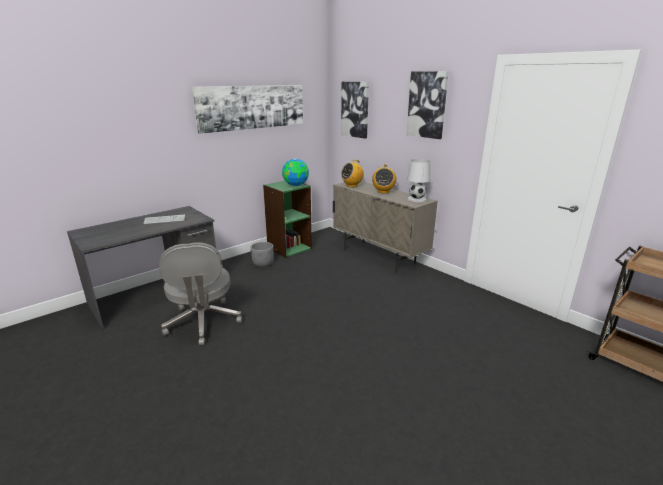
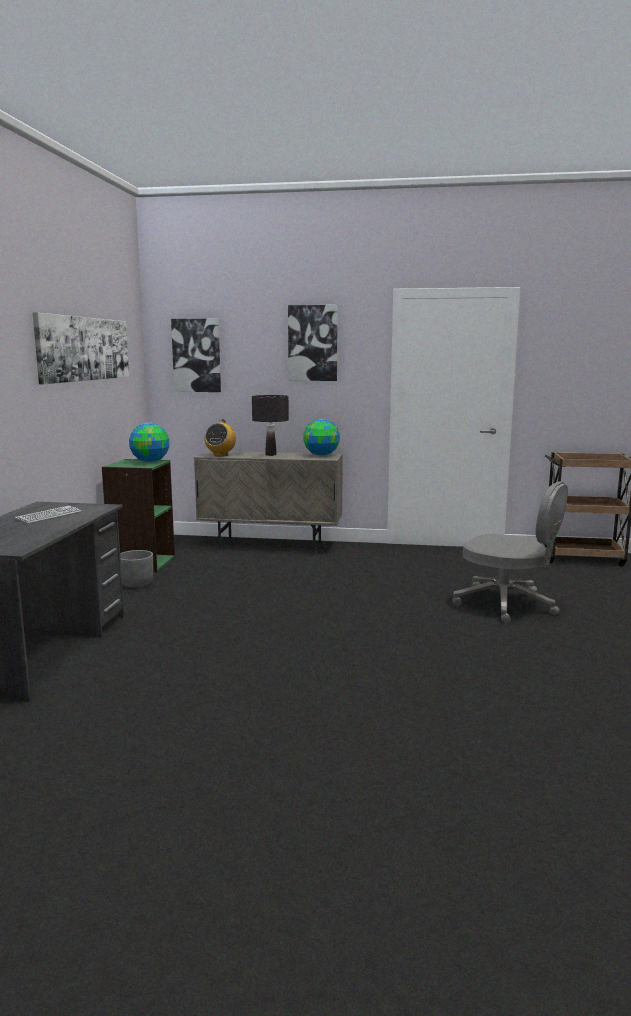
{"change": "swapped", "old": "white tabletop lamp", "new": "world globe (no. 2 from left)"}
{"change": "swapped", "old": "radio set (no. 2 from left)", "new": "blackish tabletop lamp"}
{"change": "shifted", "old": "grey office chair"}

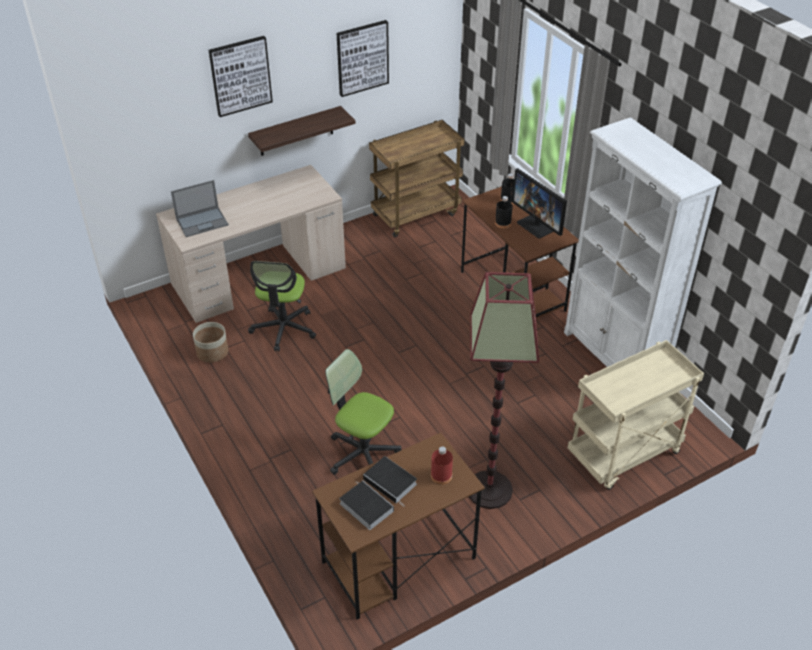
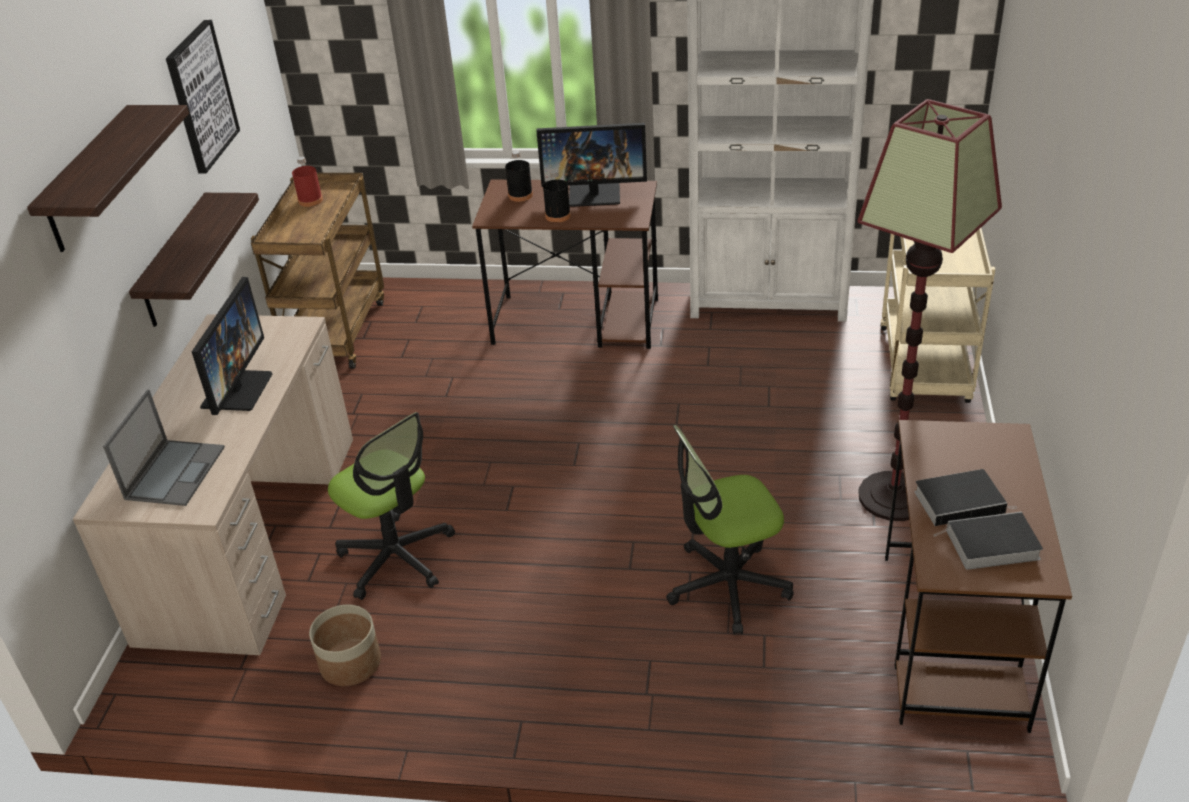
{"change": "swapped", "old": "wall picture (no. 1 from left)", "new": "bracket shelf (no. 1 from left)"}
{"change": "shifted", "old": "reddish beverage bottle"}
{"change": "new", "new": "computer screen (no. 1 from left)"}

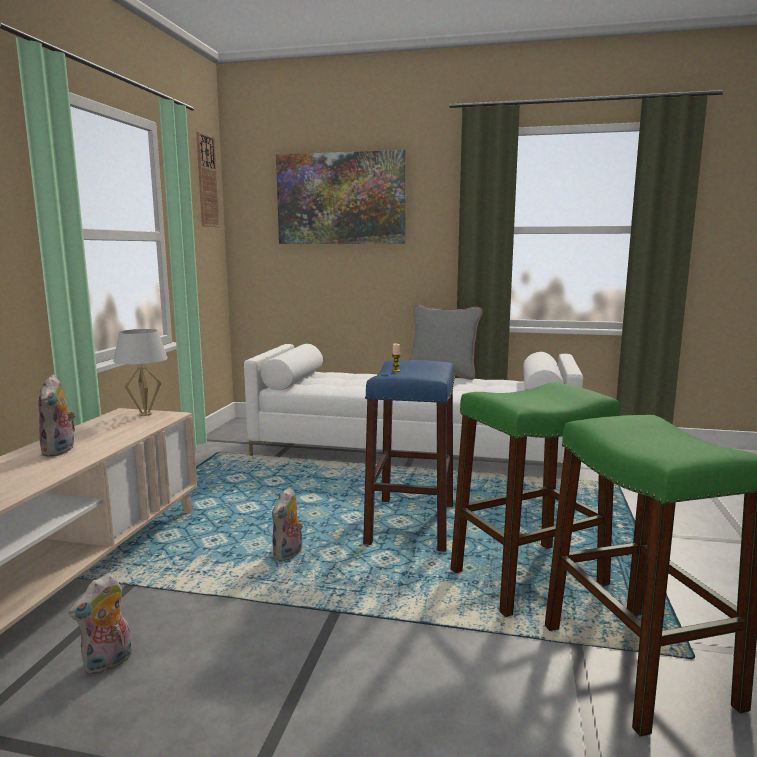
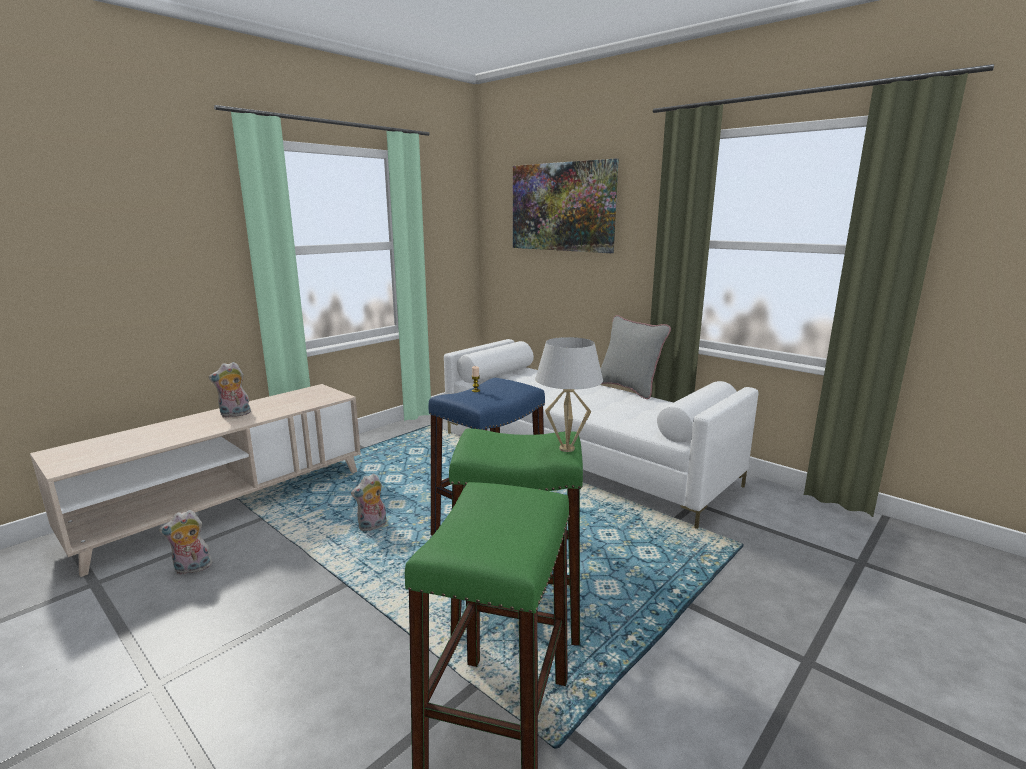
{"change": "gone", "old": "hanging clock"}
{"change": "shifted", "old": "white tabletop lamp"}
{"change": "rotated", "old": "soft toy (no. 1 from left in the first image)", "degrees": 45}

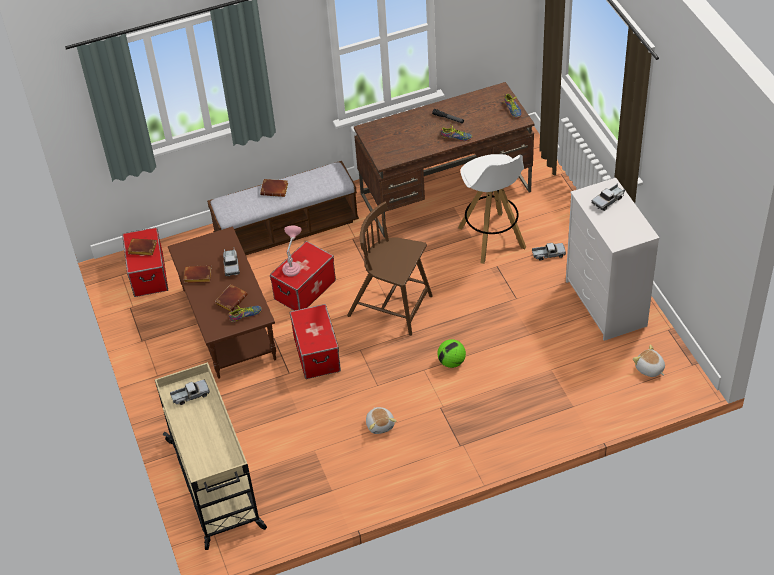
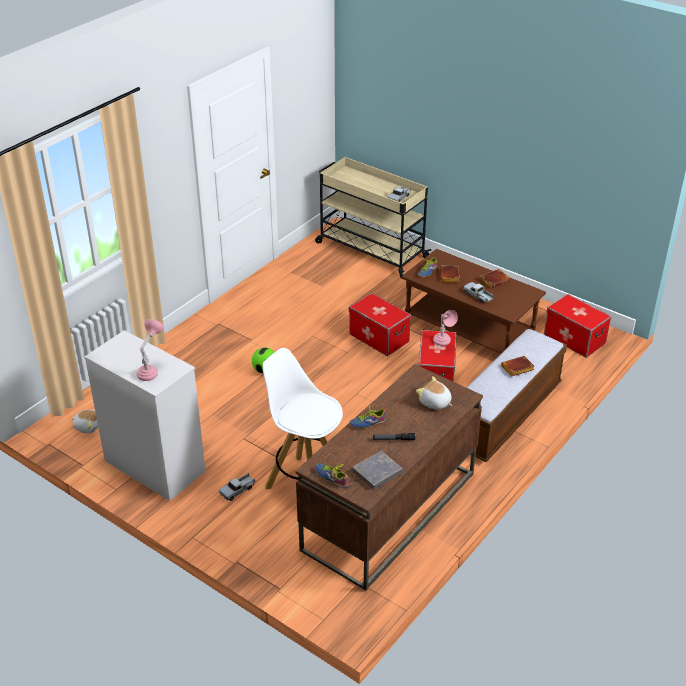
{"change": "swapped", "old": "model truck (no. 4 from left)", "new": "pinkish tabletop lamp (no. 1 from left)"}
{"change": "gone", "old": "brownish plain chair"}
{"change": "gone", "old": "brownish book (no. 1 from left)"}
{"change": "shifted", "old": "soft toy (no. 1 from left in the first image)", "new": "soft toy (no. 2 from left)"}
{"change": "new", "new": "grey book"}

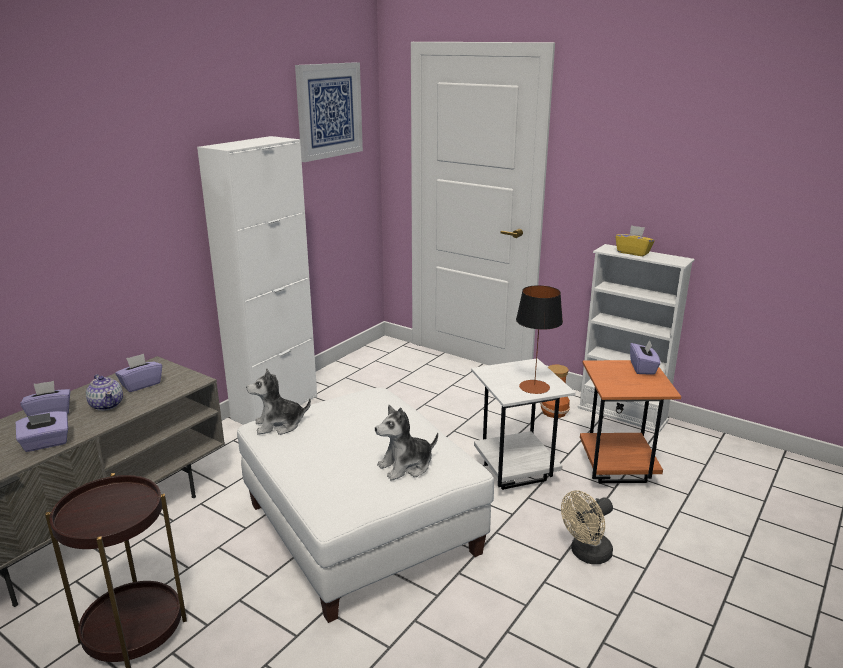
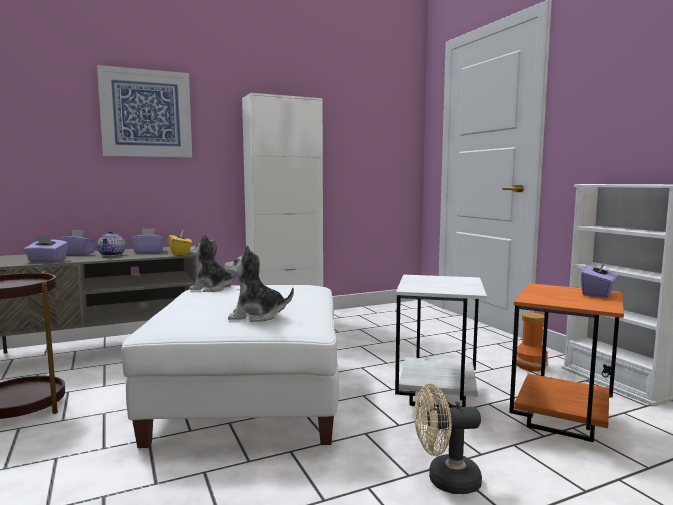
{"change": "shifted", "old": "wall picture"}
{"change": "shifted", "old": "yellowish tissue holder"}
{"change": "gone", "old": "tabletop lamp"}

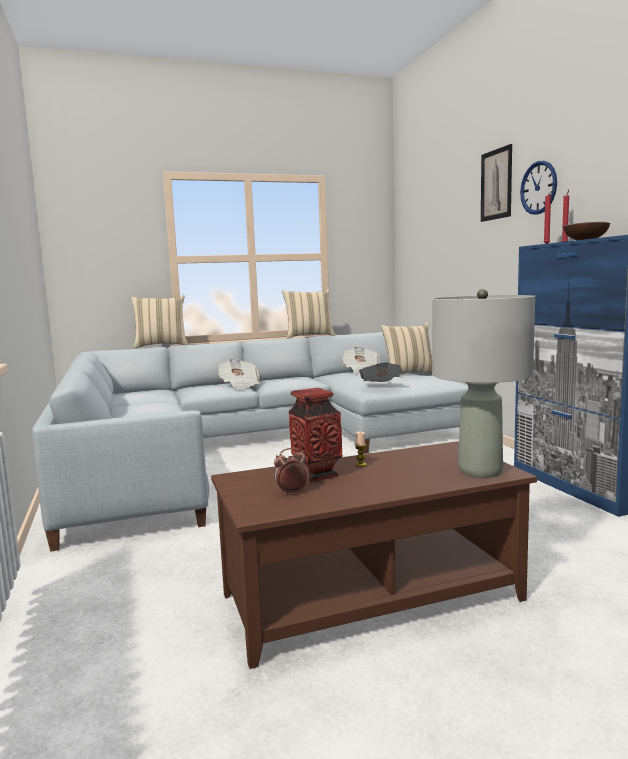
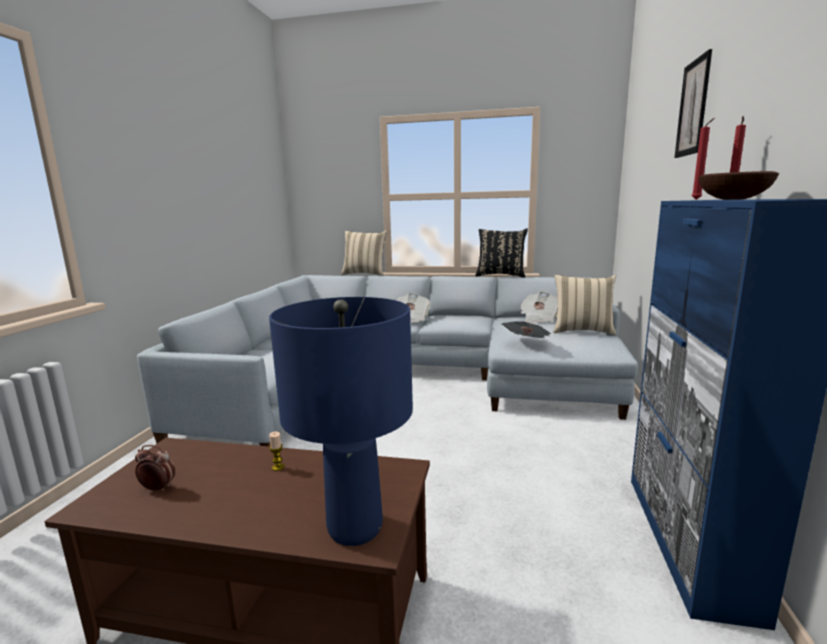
{"change": "gone", "old": "hanging clock"}
{"change": "repainted", "old": "beige-coloured cushion (no. 2 from left)", "new": "blackish cushion"}
{"change": "repainted", "old": "grey tabletop lamp", "new": "blue tabletop lamp"}
{"change": "gone", "old": "flower vase"}

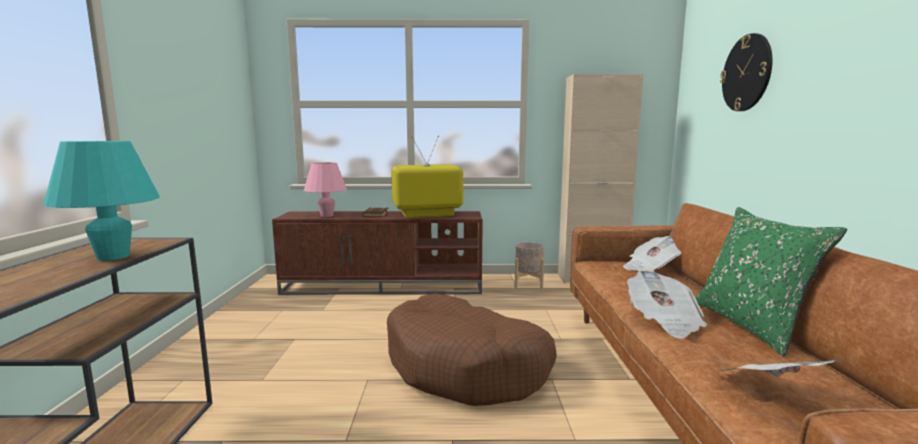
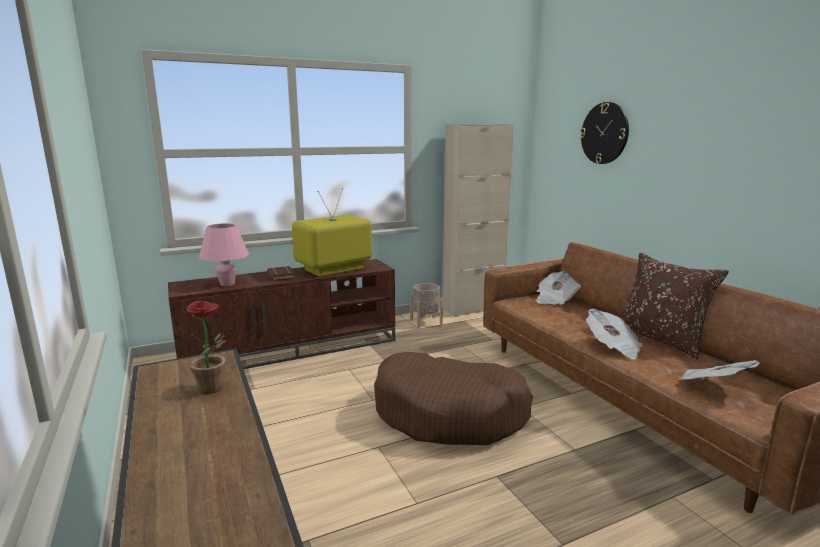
{"change": "swapped", "old": "blue-green tabletop lamp", "new": "plant in a pot"}
{"change": "repainted", "old": "greenish cushion", "new": "brownish cushion"}

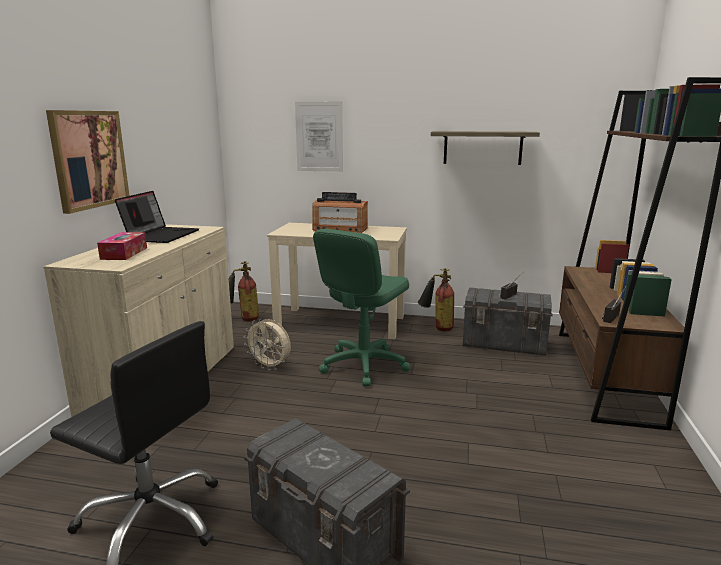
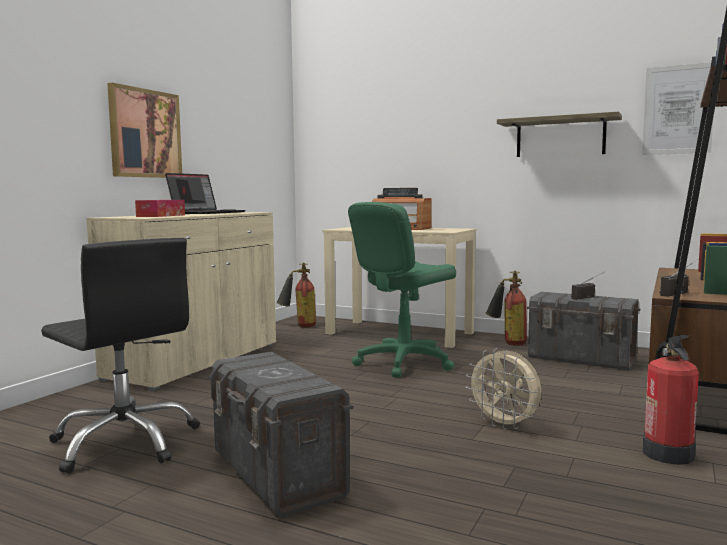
{"change": "shifted", "old": "wall picture (no. 2 from left)"}
{"change": "shifted", "old": "beige-coloured cooling fan"}
{"change": "new", "new": "extinguisher (no. 3 from left)"}

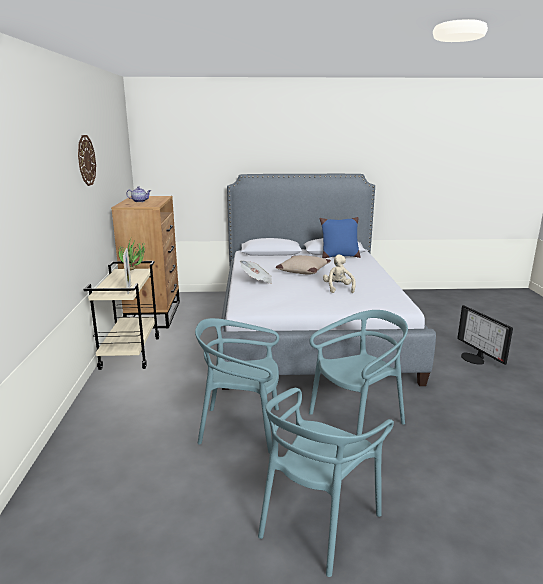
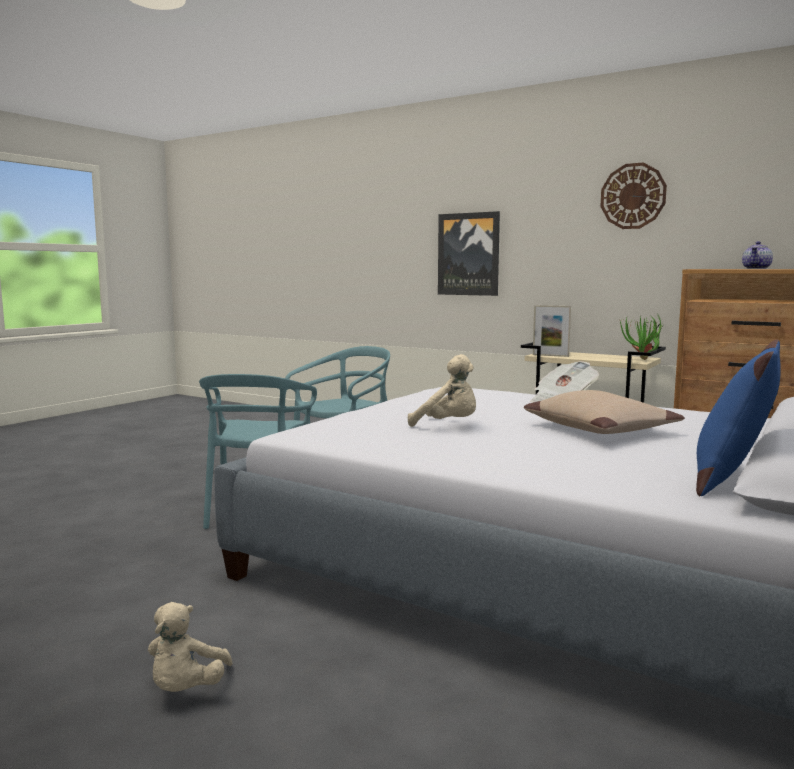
{"change": "swapped", "old": "computer screen", "new": "beige-coloured soft toy (no. 1 from left)"}
{"change": "gone", "old": "blue-green plain chair (no. 2 from left)"}
{"change": "new", "new": "wall picture"}

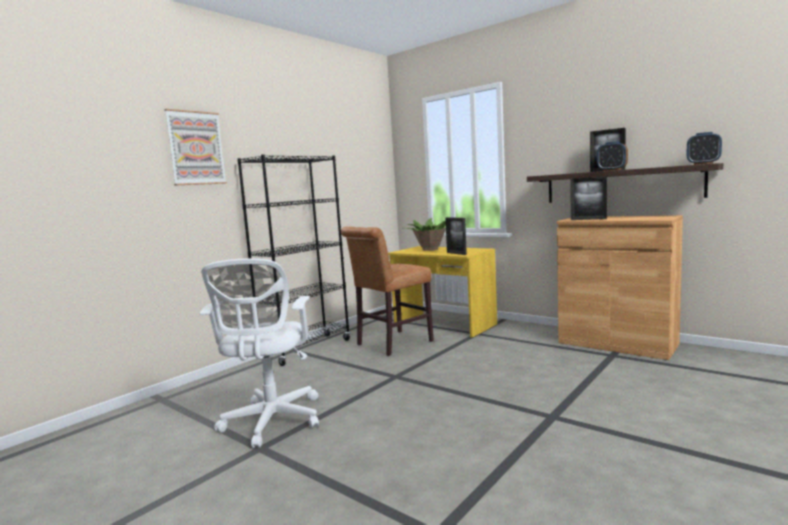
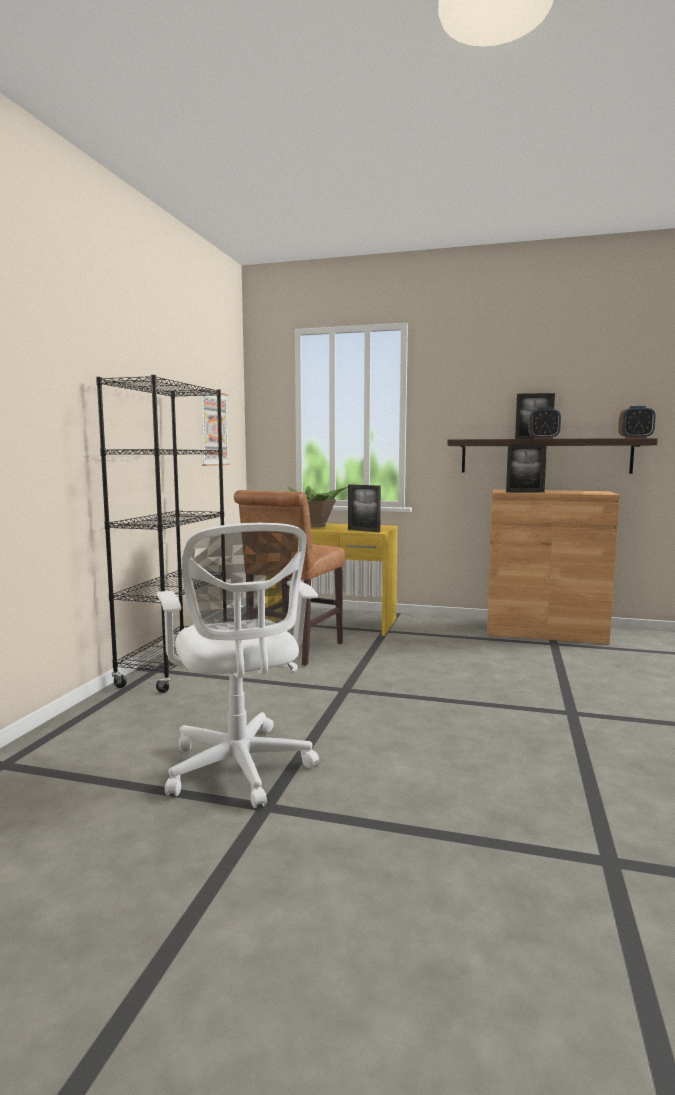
{"change": "shifted", "old": "wall picture"}

